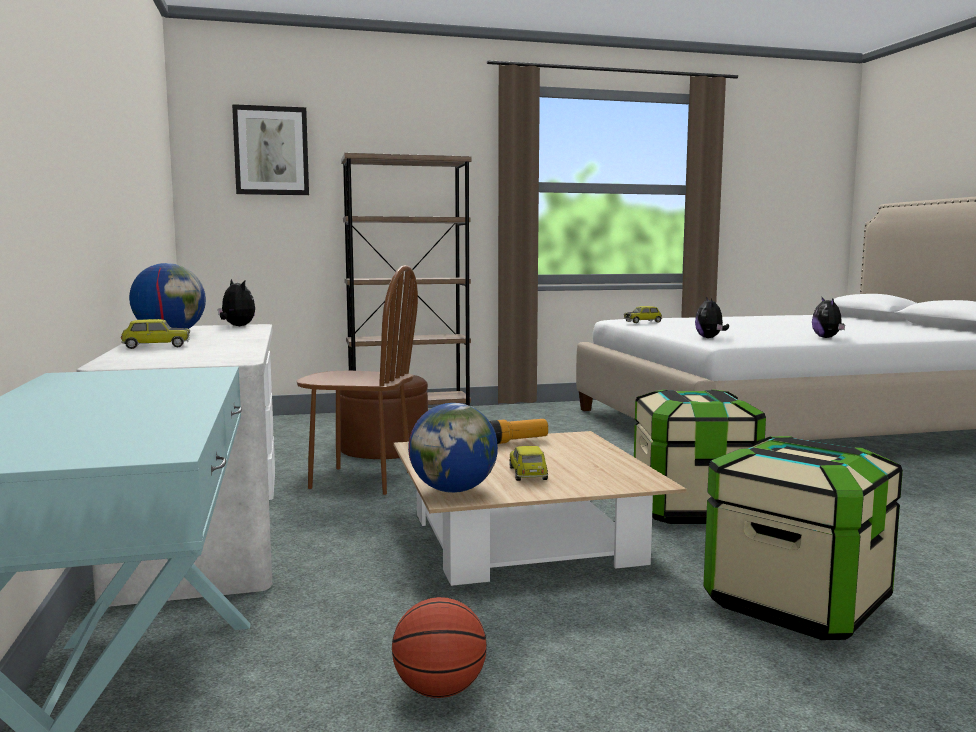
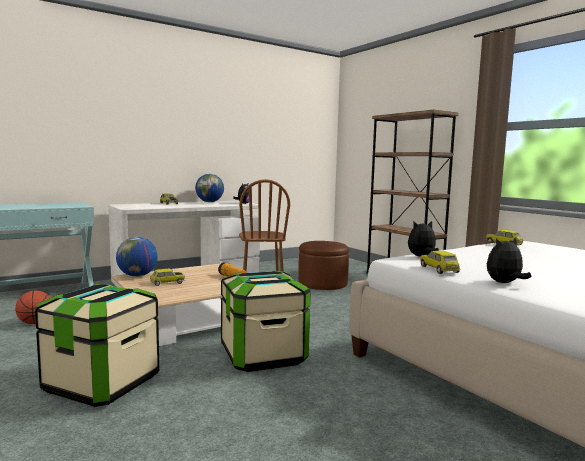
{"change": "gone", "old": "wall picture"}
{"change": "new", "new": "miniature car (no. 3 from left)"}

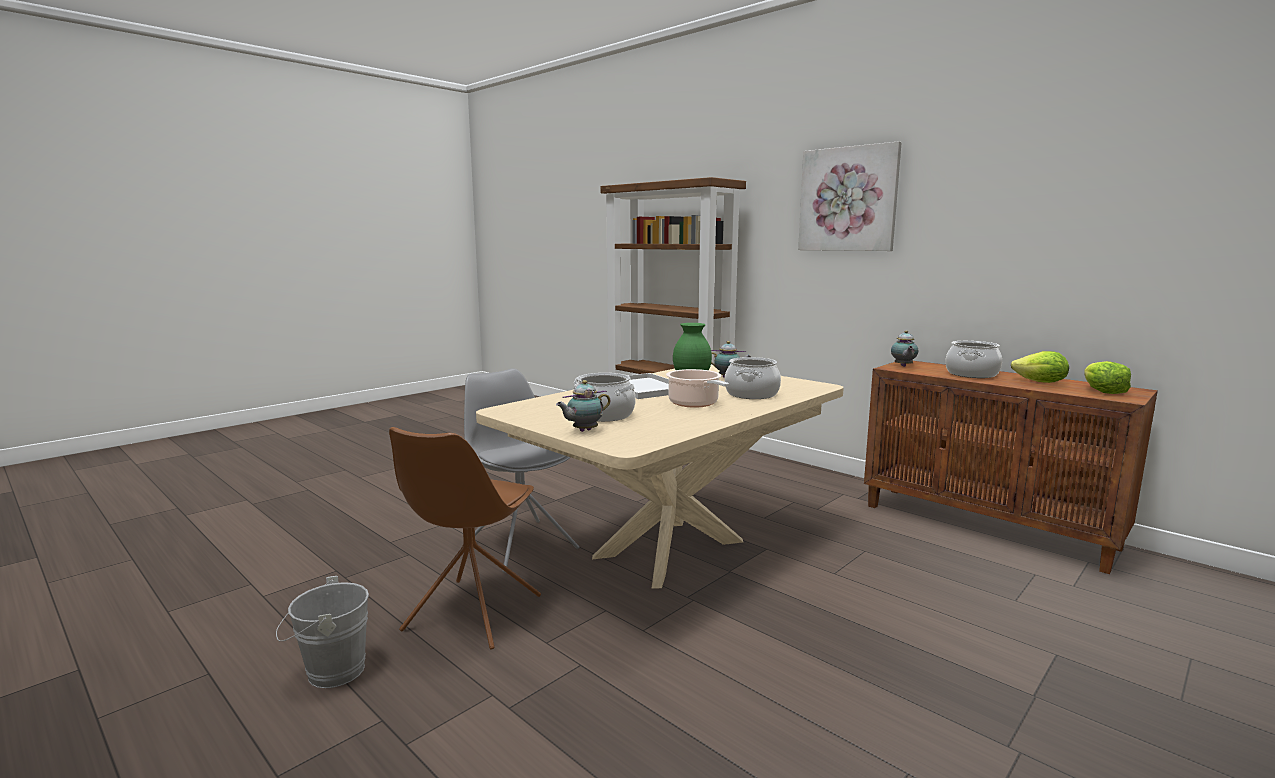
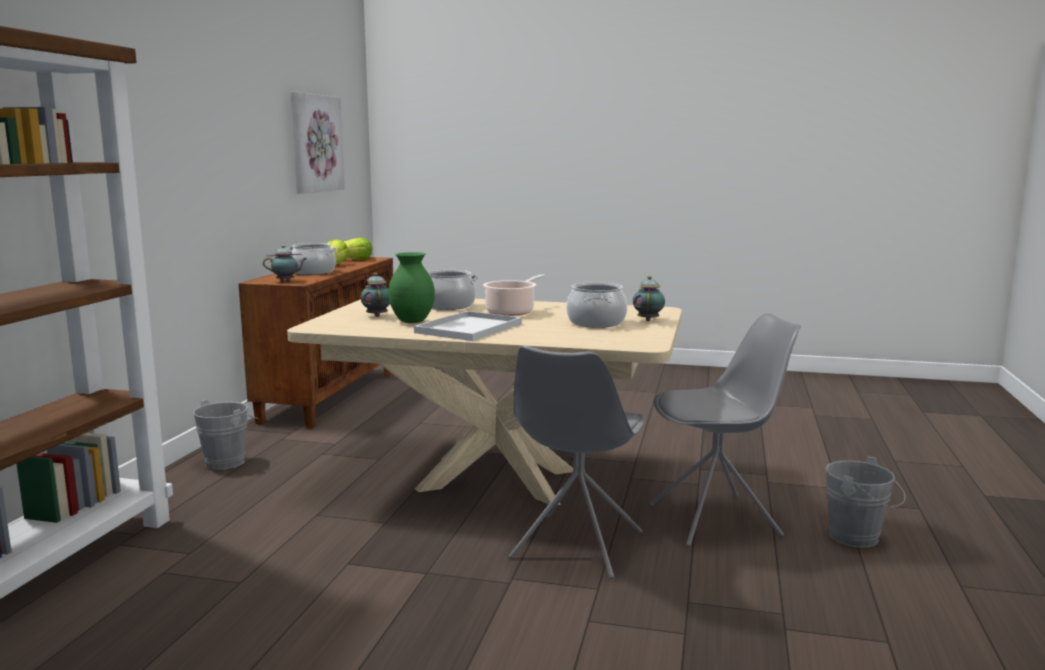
{"change": "shifted", "old": "wall picture"}
{"change": "rotated", "old": "tea pot (no. 1 from left in the first image)", "degrees": -105}
{"change": "repainted", "old": "brownish plain chair", "new": "grey plain chair (no. 2 from left)"}
{"change": "new", "new": "grey water bucket (no. 1 from left)"}

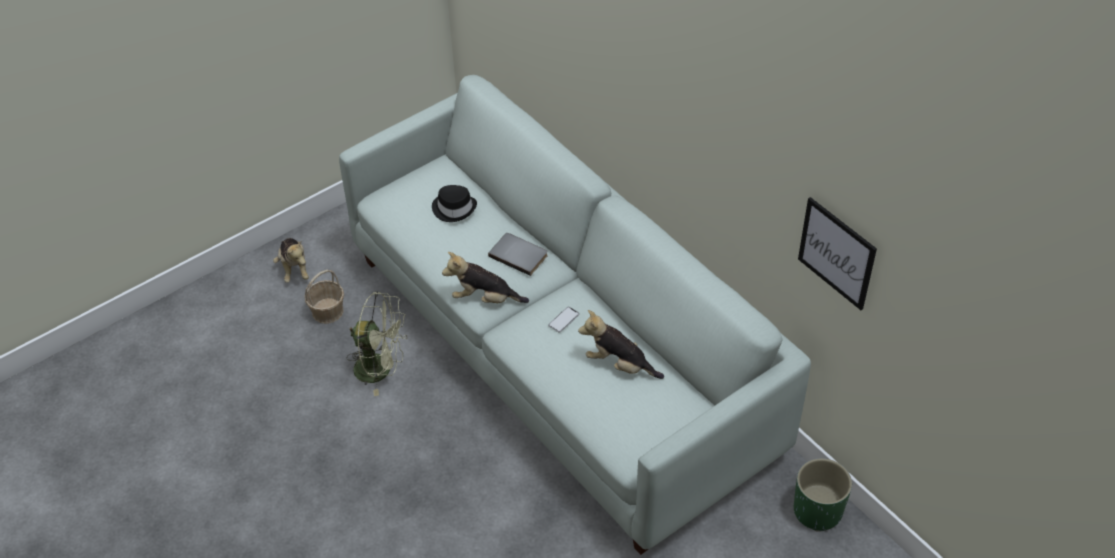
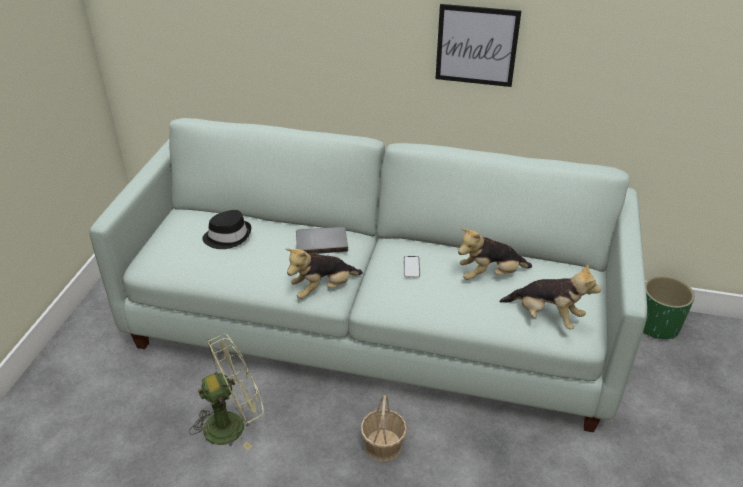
{"change": "shifted", "old": "wall picture"}
{"change": "shifted", "old": "soft toy (no. 1 from left in the first image)", "new": "soft toy (no. 3 from left)"}
{"change": "shifted", "old": "storage basket"}

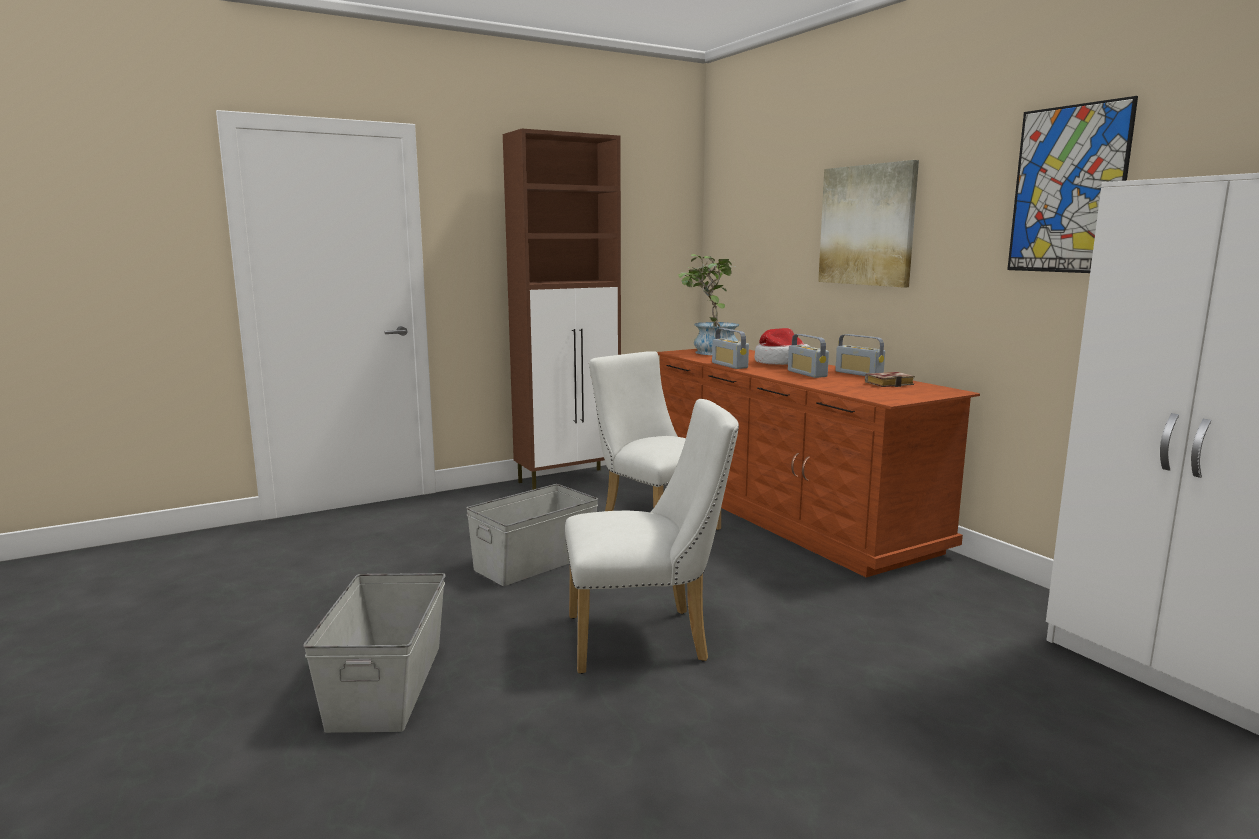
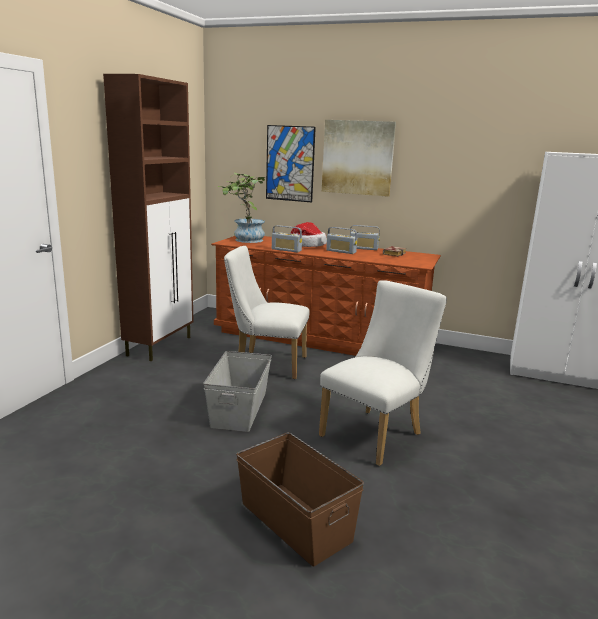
{"change": "shifted", "old": "wall picture (no. 2 from left in the first image)", "new": "wall picture (no. 1 from left)"}
{"change": "repainted", "old": "grey storage box (no. 1 from left)", "new": "brownish storage box"}

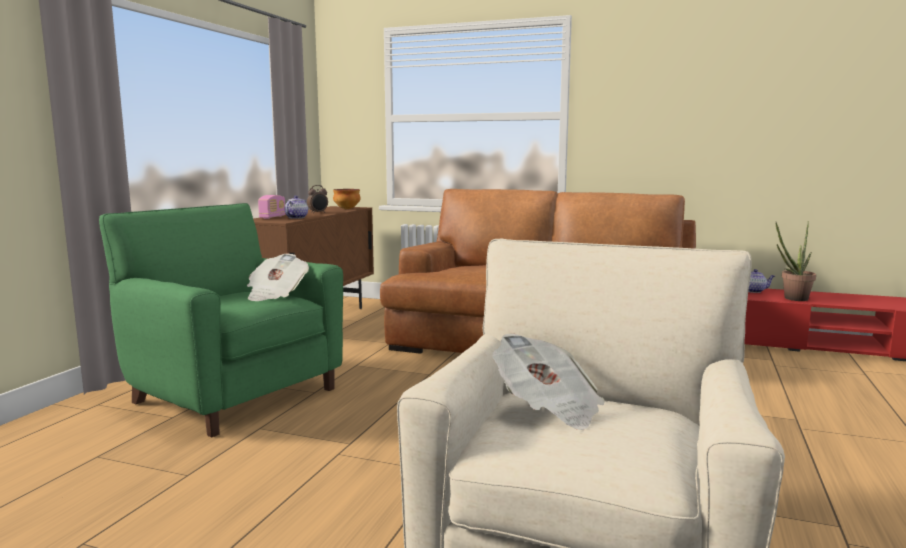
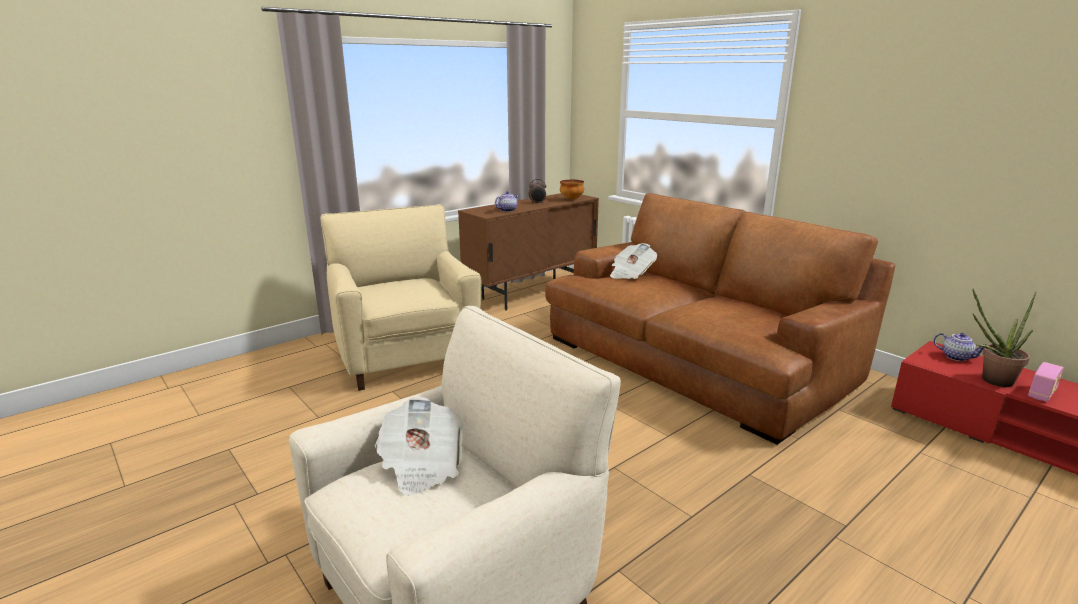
{"change": "shifted", "old": "radio set"}
{"change": "repainted", "old": "greenish lounge chair", "new": "beige-coloured lounge chair (no. 1 from left)"}
{"change": "shifted", "old": "daily paper (no. 1 from left in the first image)", "new": "daily paper (no. 2 from left)"}

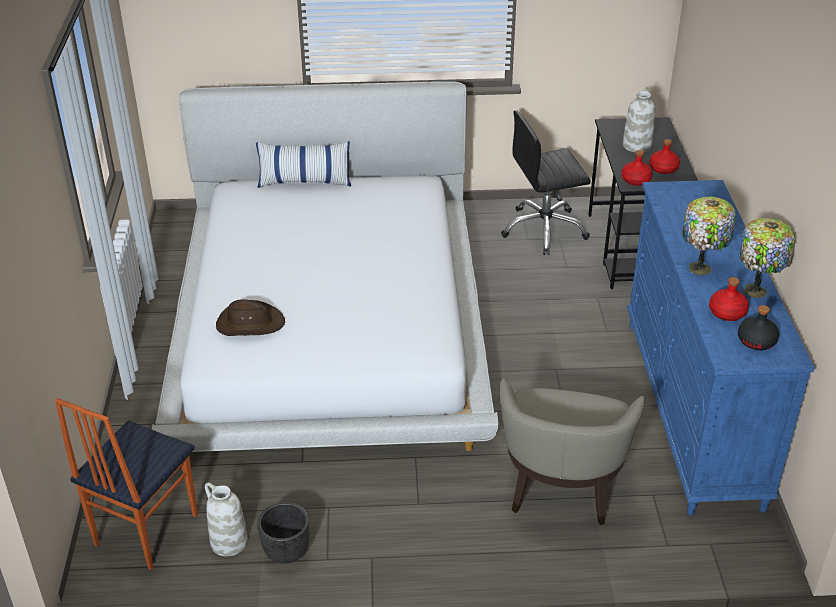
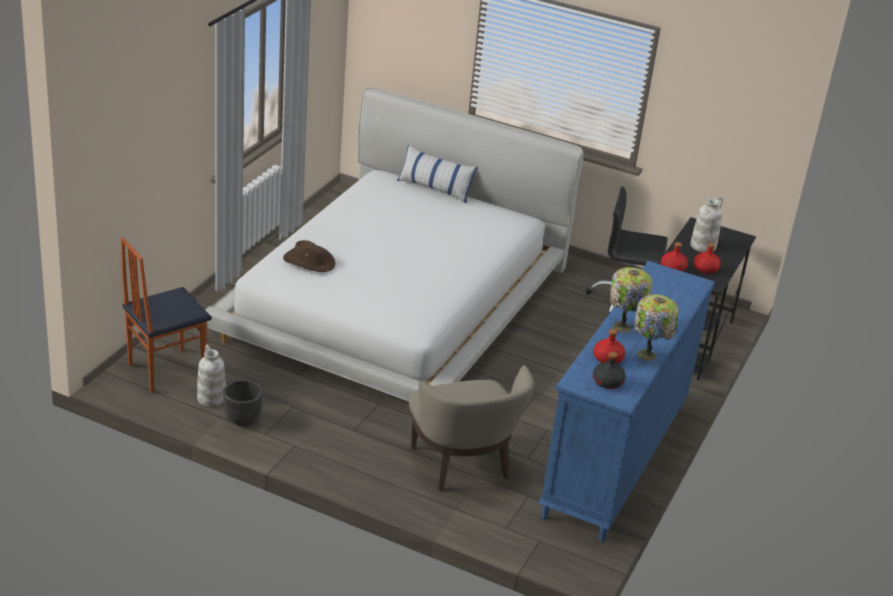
{"change": "rotated", "old": "beige-coloured lounge chair", "degrees": -60}

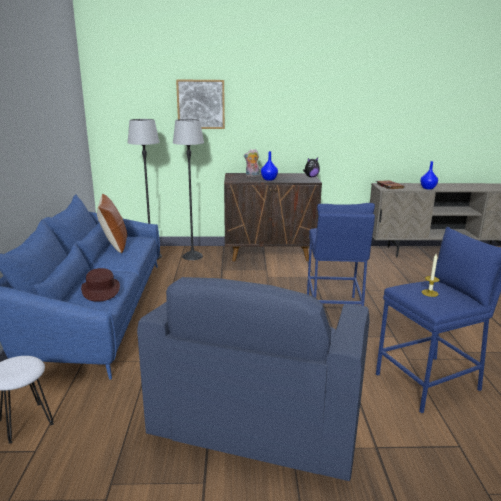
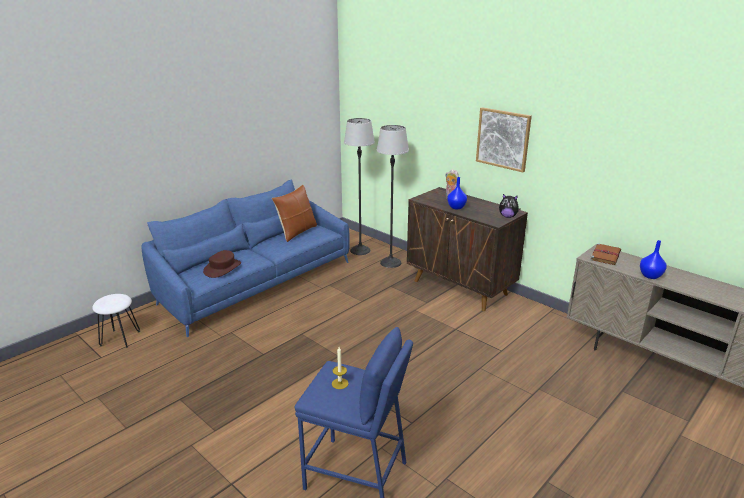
{"change": "shifted", "old": "wall picture"}
{"change": "gone", "old": "blue stool (no. 1 from left)"}
{"change": "gone", "old": "blue lounge chair"}

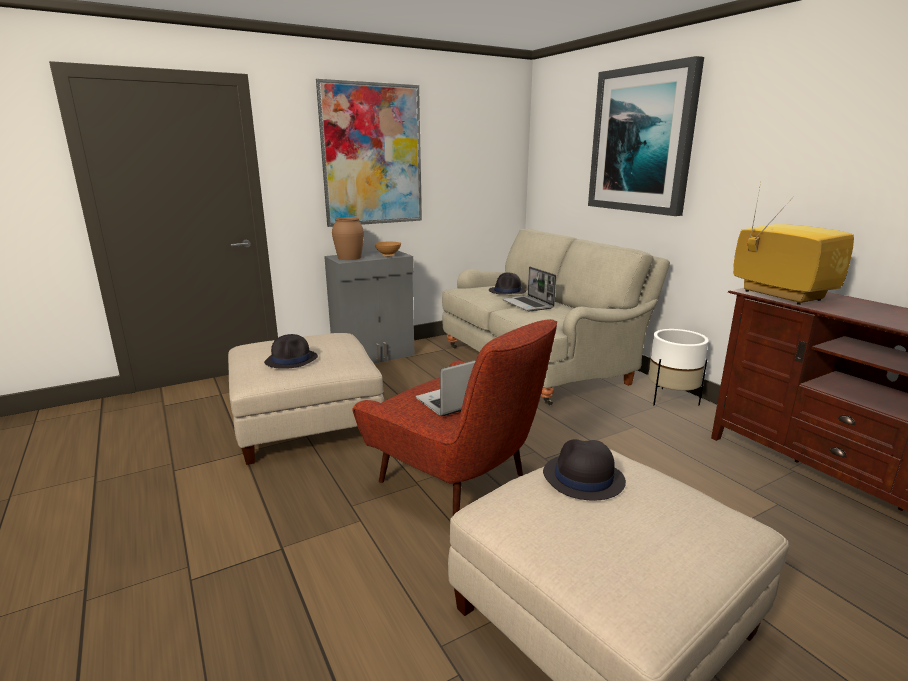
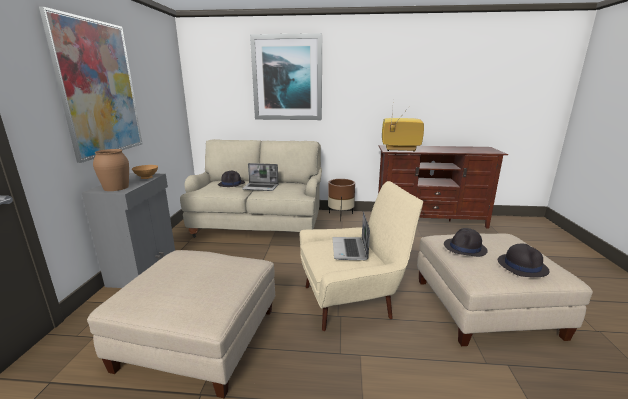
{"change": "repainted", "old": "reddish lounge chair", "new": "beige-coloured lounge chair"}
{"change": "repainted", "old": "white plant pot", "new": "brownish plant pot"}
{"change": "shifted", "old": "blackish hat (no. 1 from left in the first image)", "new": "blackish hat (no. 3 from left)"}

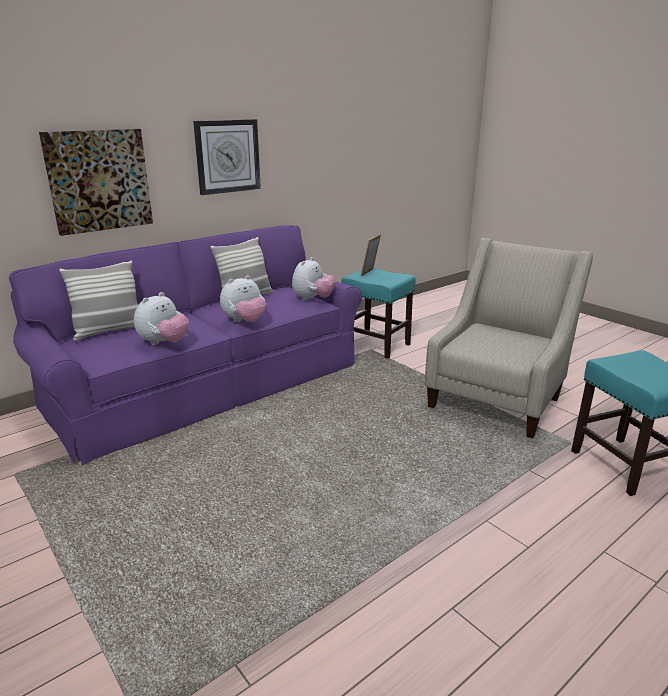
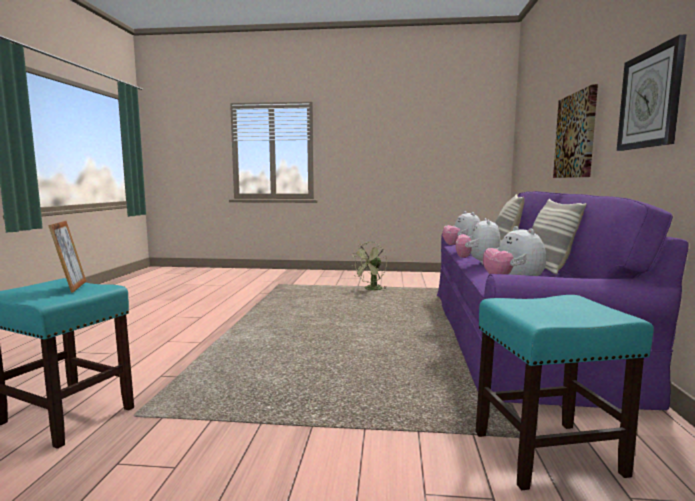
{"change": "shifted", "old": "photo frame"}
{"change": "gone", "old": "beige-coloured lounge chair"}
{"change": "new", "new": "greenish cooling fan"}

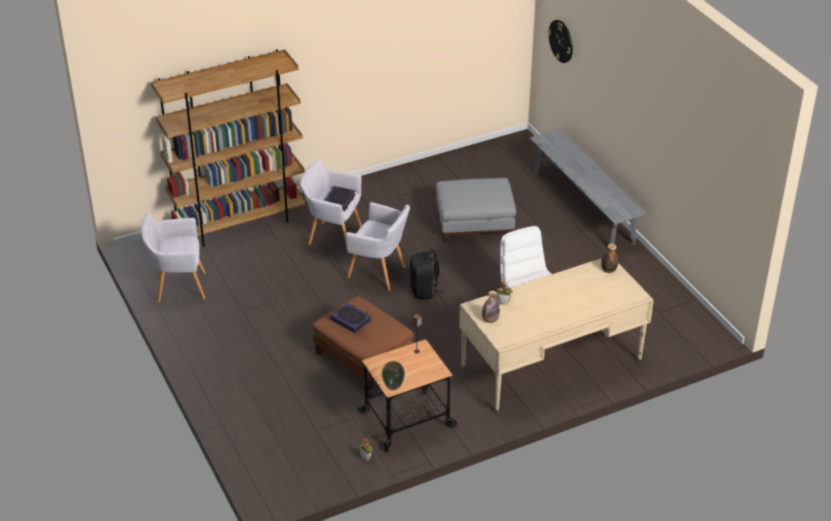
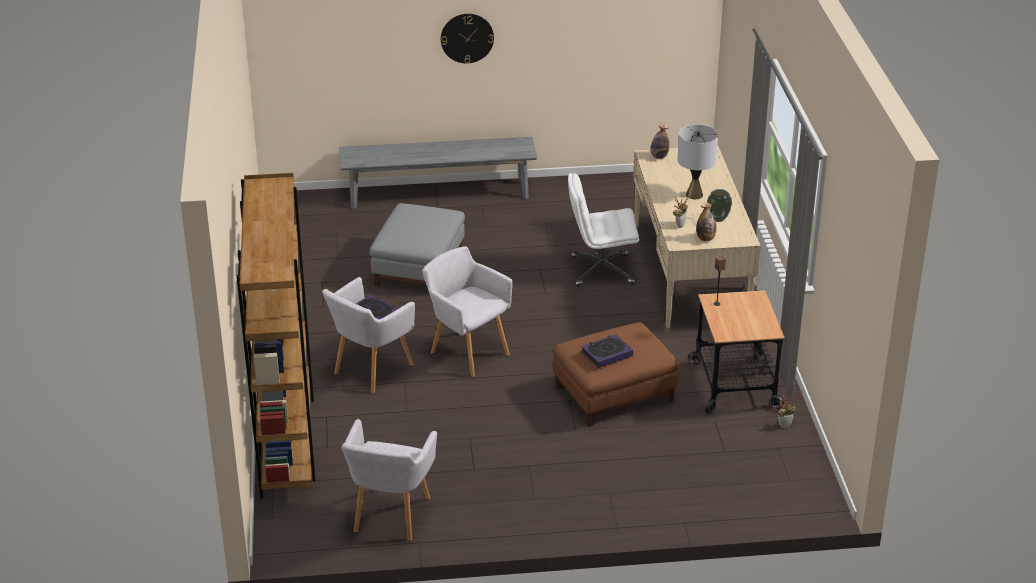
{"change": "shifted", "old": "hanging clock"}
{"change": "rotated", "old": "grey lounge chair (no. 3 from left)", "degrees": -90}
{"change": "gone", "old": "blackish backpack"}
{"change": "shifted", "old": "flower vase"}
{"change": "new", "new": "grey tabletop lamp"}

